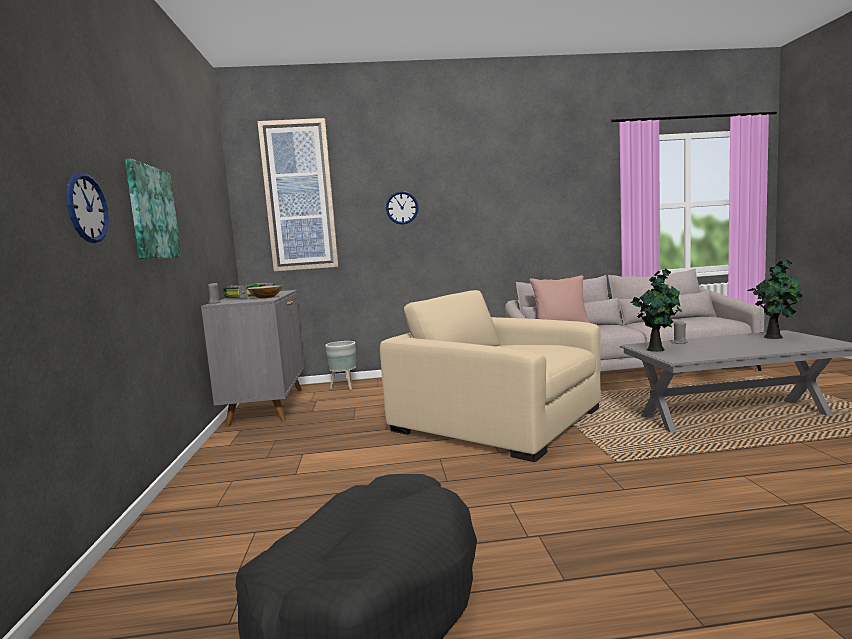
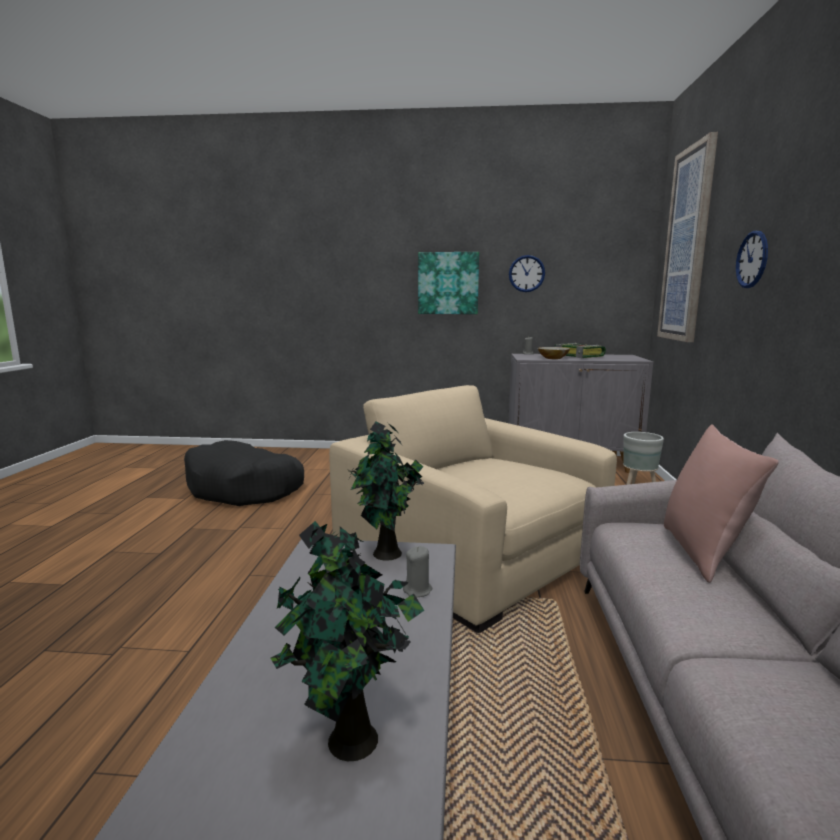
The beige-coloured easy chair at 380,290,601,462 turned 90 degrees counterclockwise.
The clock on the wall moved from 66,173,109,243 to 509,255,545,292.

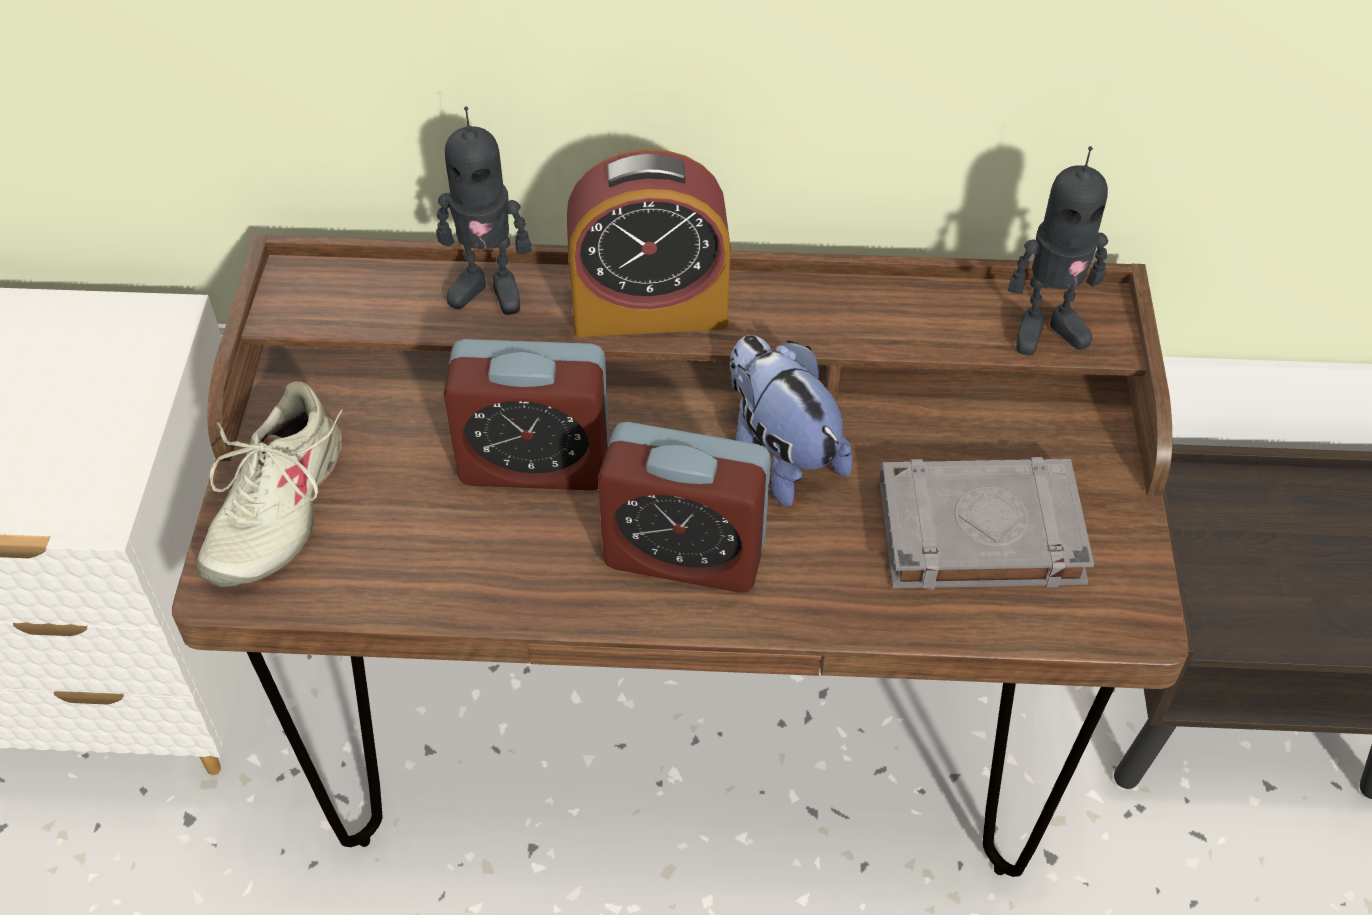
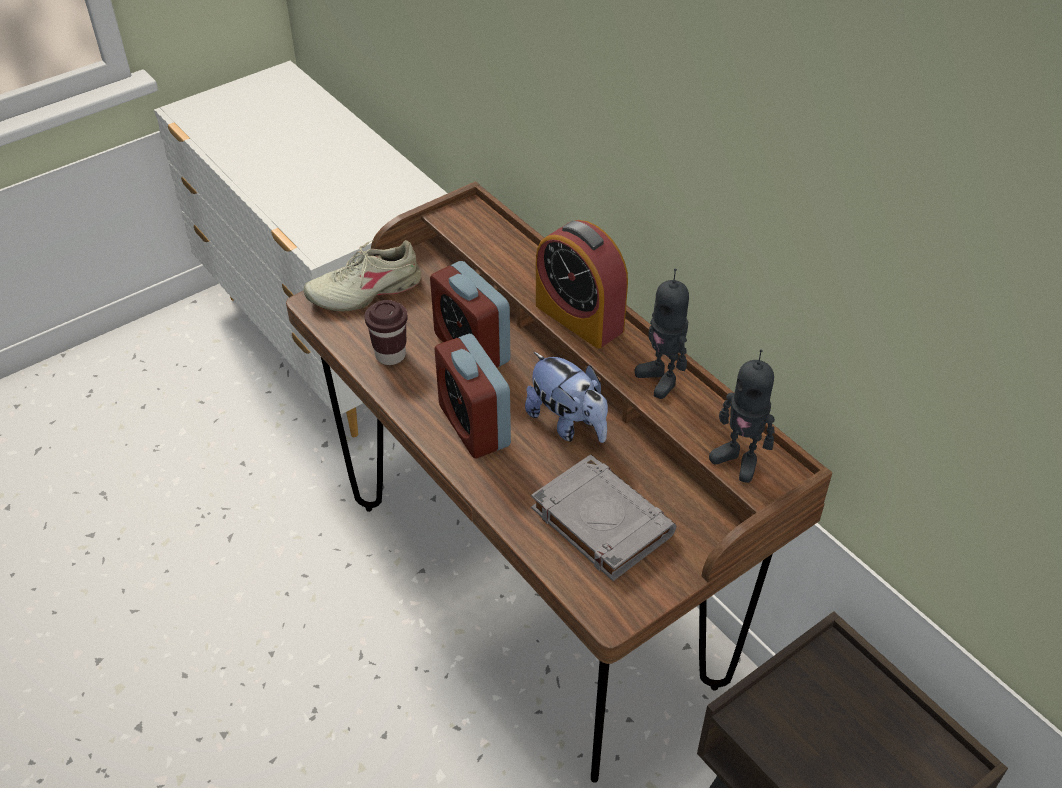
The brown-coloured cup at 365,300,408,365 appeared.
The soft toy at 730,335,853,507 turned 120 degrees clockwise.
The model robot moved from 436,107,532,315 to 634,268,689,399.

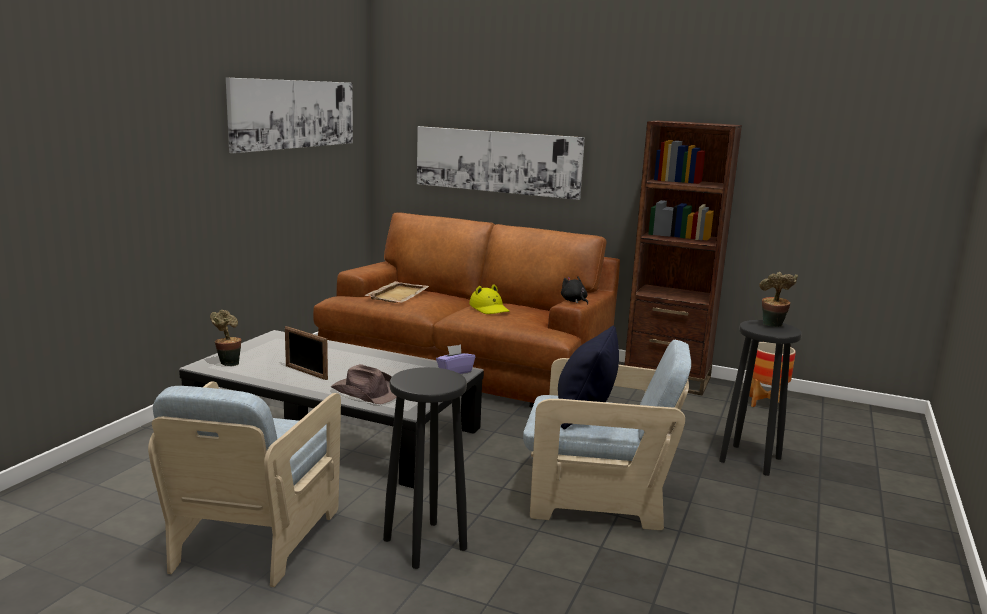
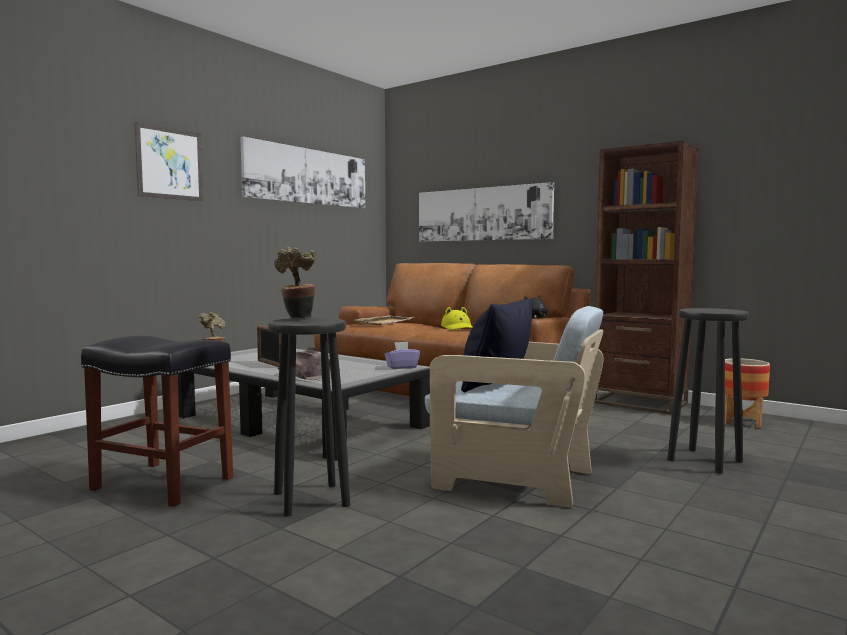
The beige-coloured easy chair at 148,381,341,587 was replaced by the black sitting stool at 81,336,233,507.
The wall art at 134,122,203,201 appeared.
The plant in a pot moved from 759,272,798,327 to 274,247,317,318.

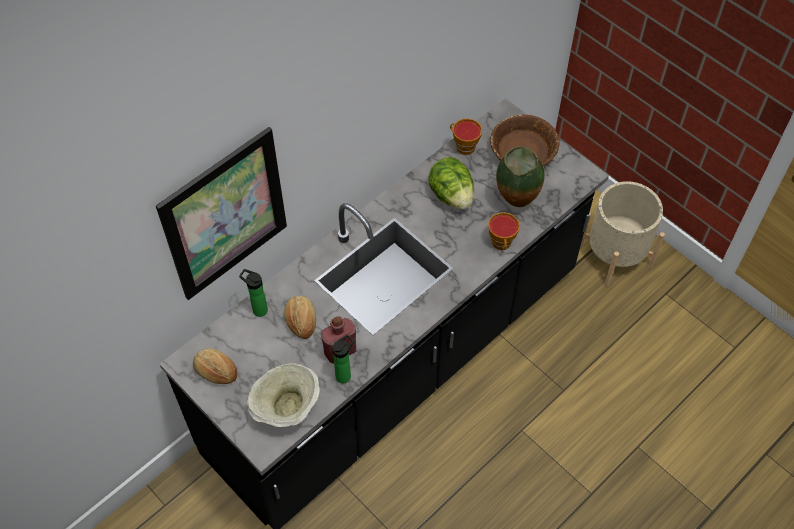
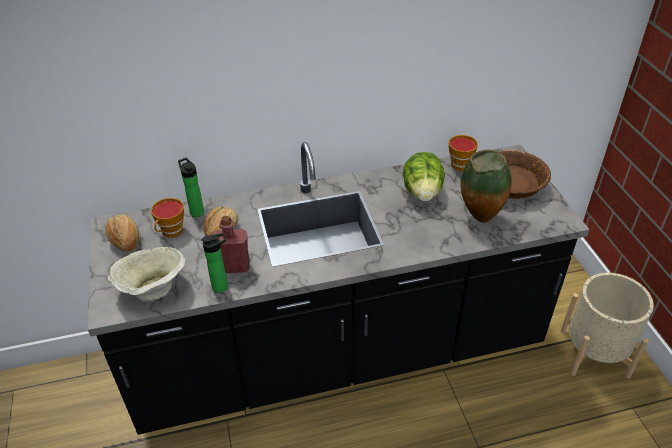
The cup moved from 488,212,520,250 to 151,198,184,238.
The wall art at 156,127,287,300 disappeared.

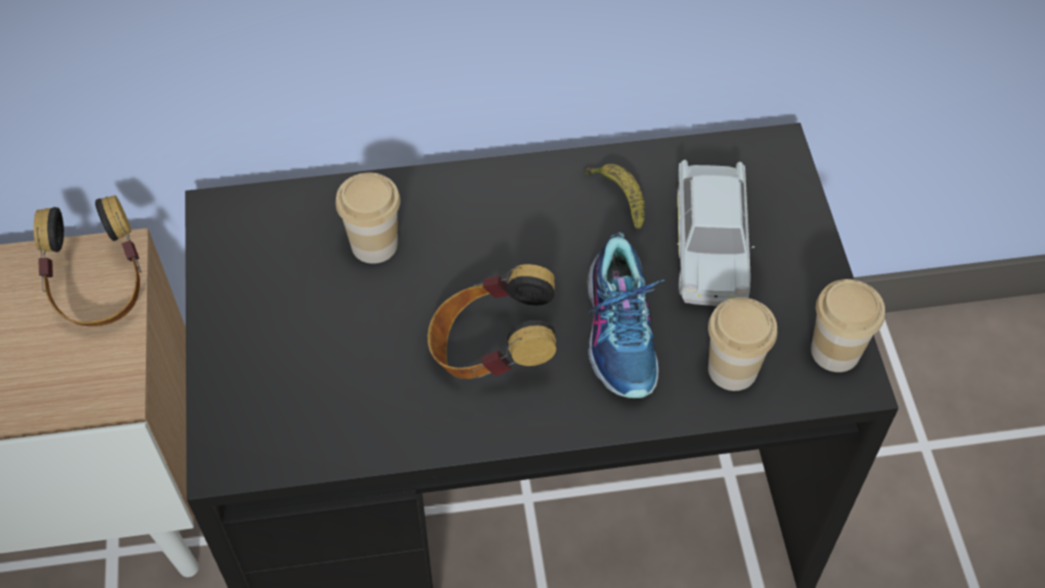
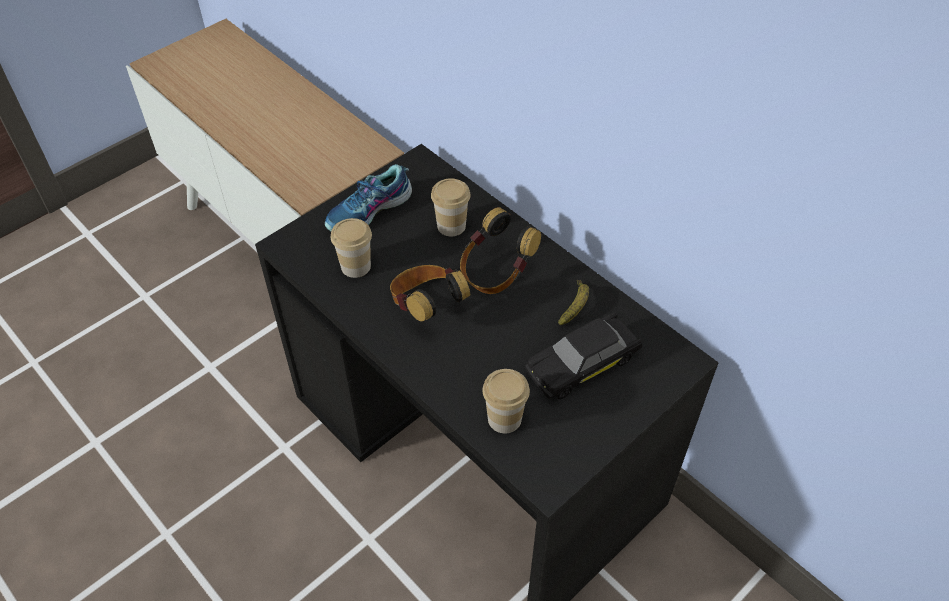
The shoe moved from 587,232,665,398 to 325,164,412,231.
The cup moved from 811,279,885,372 to 331,218,372,278.
The headset moved from 34,195,142,326 to 460,207,541,294.
The white-coloured toy car at 677,160,755,306 became the black toy car at 525,312,642,399.

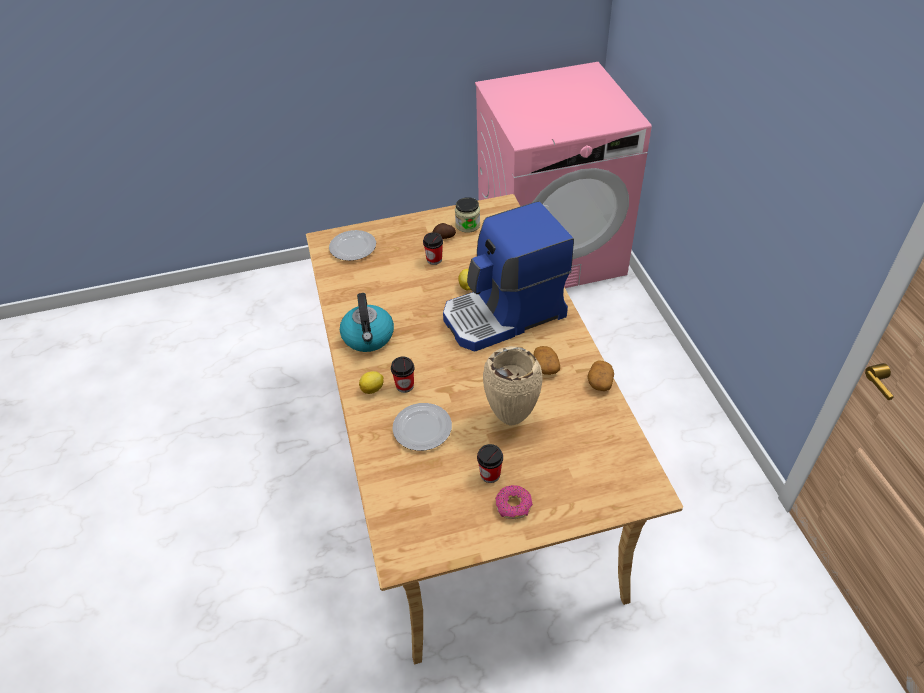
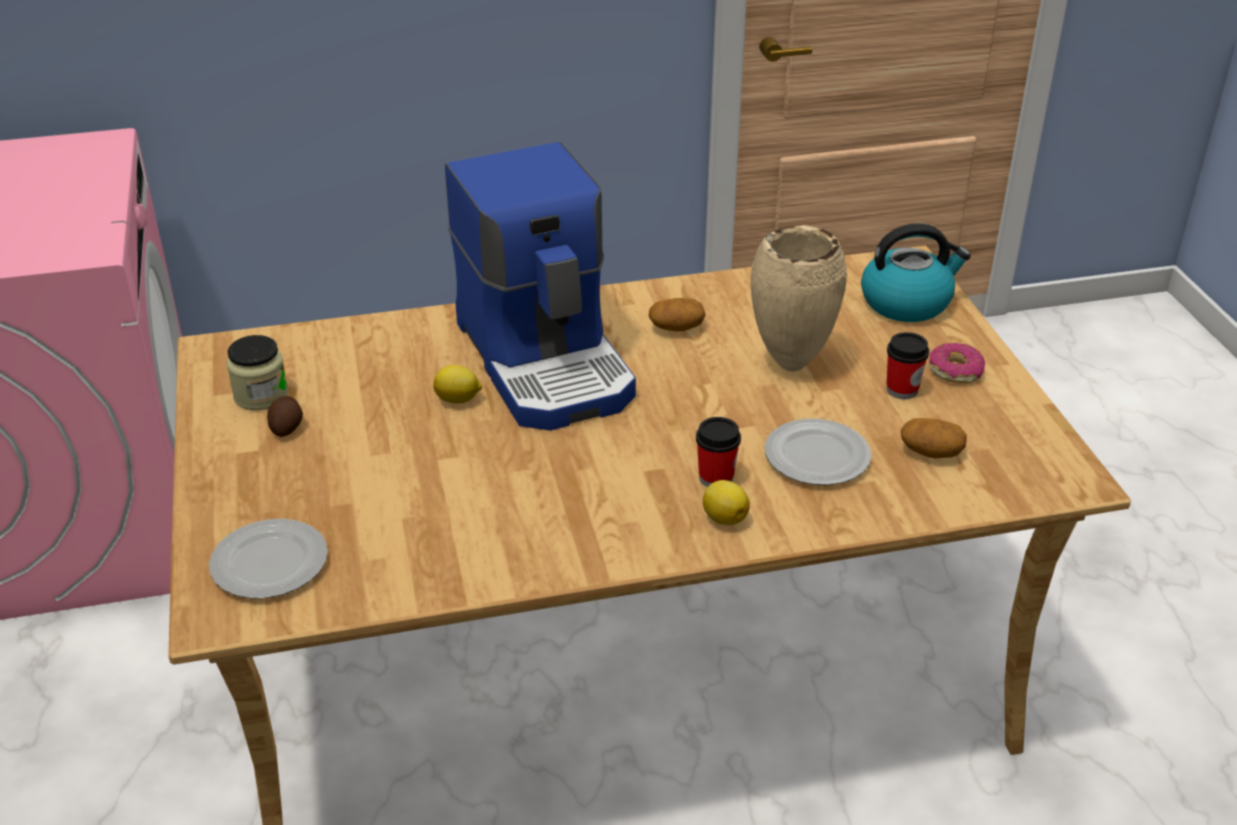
The tea kettle moved from 340,293,394,352 to 861,224,971,322.
The potato moved from 588,360,614,391 to 901,418,967,458.
The cup at 423,232,443,265 disappeared.

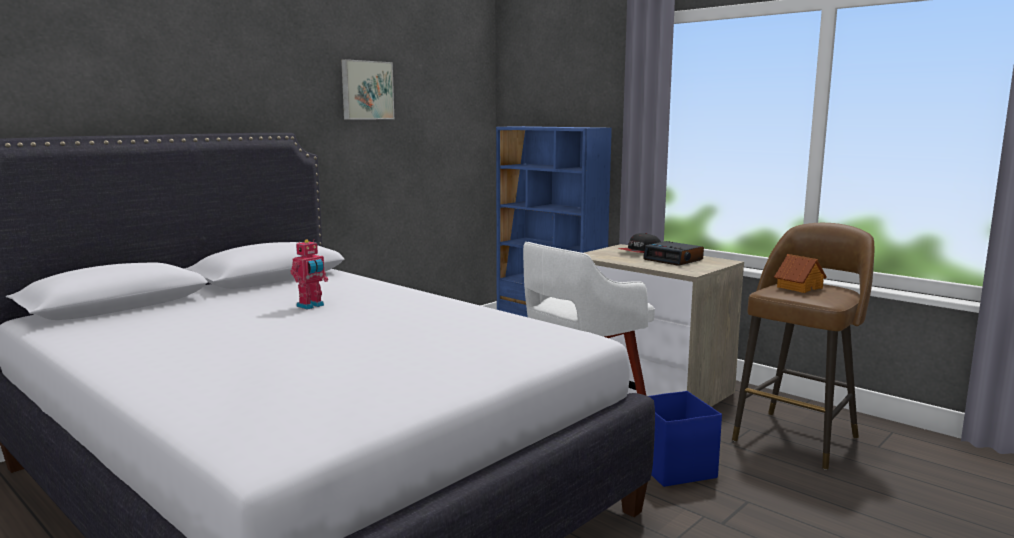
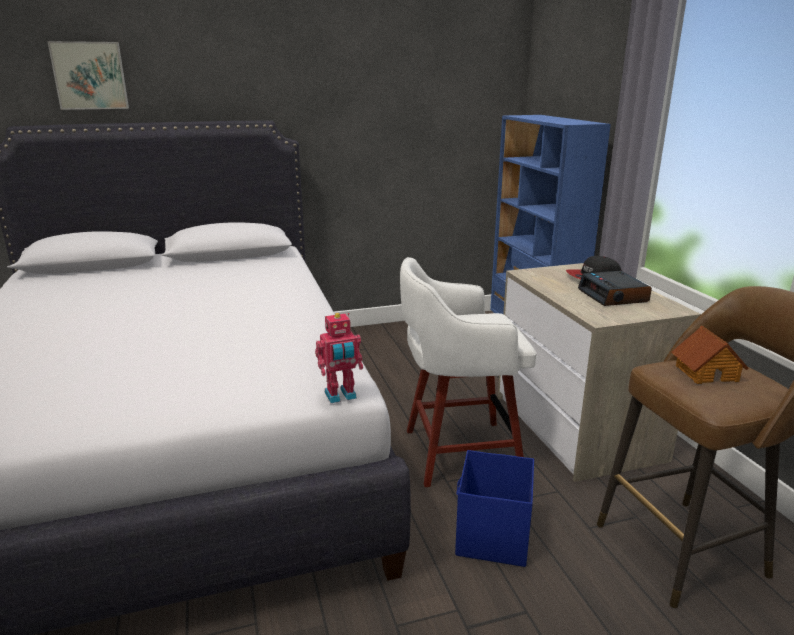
The wall art moved from 341,59,394,120 to 47,41,129,110.
The model robot moved from 291,239,328,310 to 315,313,363,403.

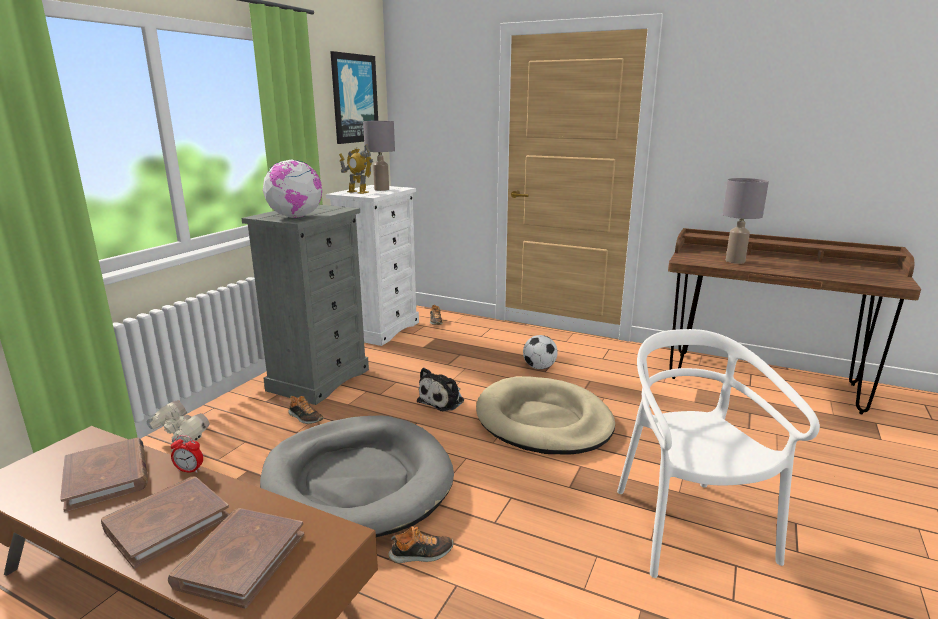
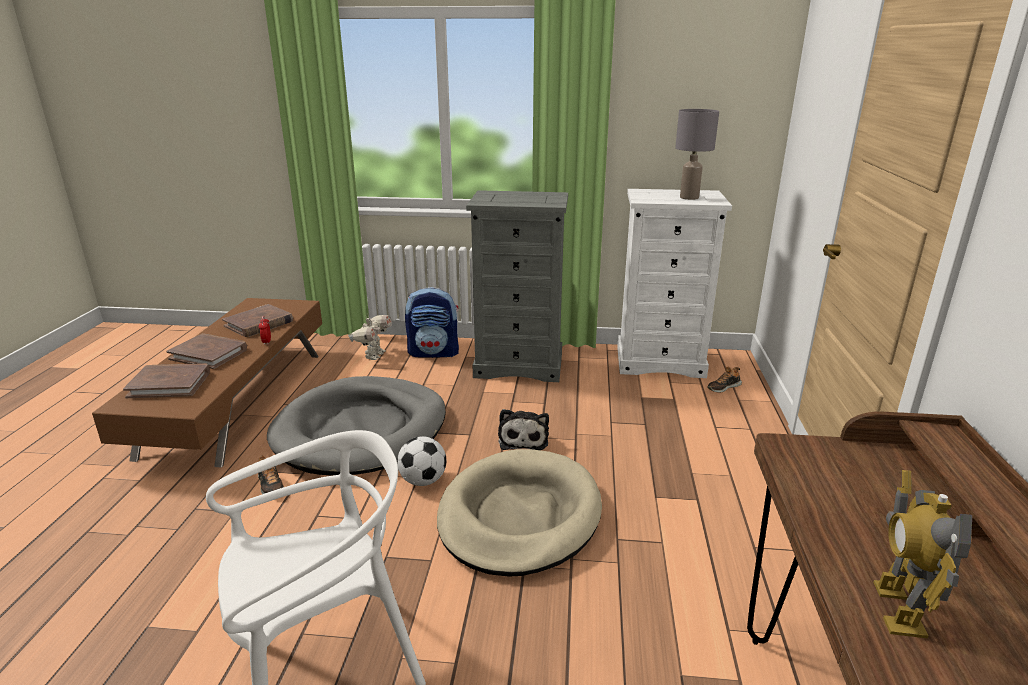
The ball for football moved from 523,335,558,369 to 397,436,446,486.
The rucksack at 405,287,459,358 appeared.
The soft toy at 417,368,464,411 turned 105 degrees counterclockwise.
The model robot moved from 339,144,373,194 to 873,470,972,639.
The desk globe at 263,159,322,218 disappeared.
The shoe at 288,396,324,424 disappeared.
The wall art at 330,51,378,144 disappeared.
The greyish tabletop lamp at 723,178,769,264 disappeared.

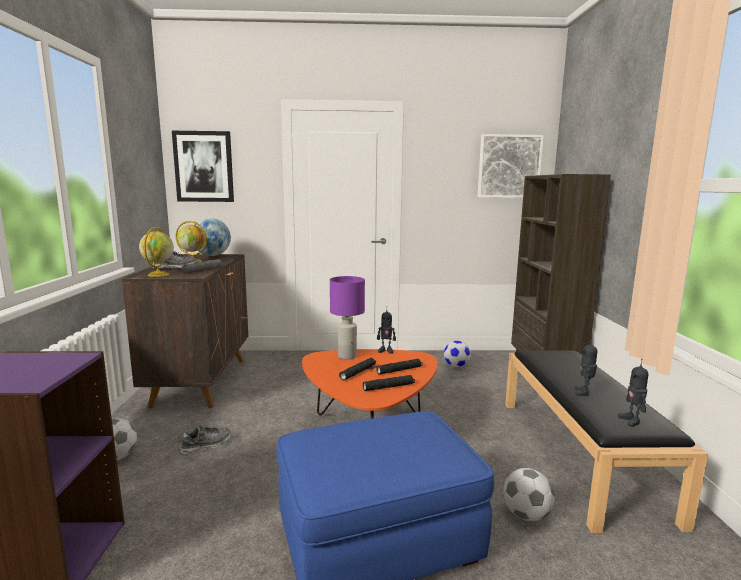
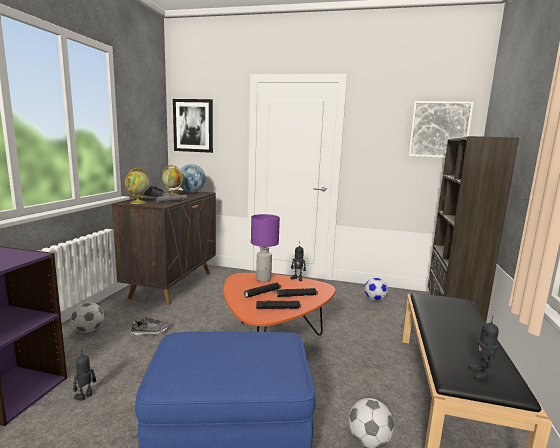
The model robot moved from 575,338,597,396 to 73,350,96,401.

